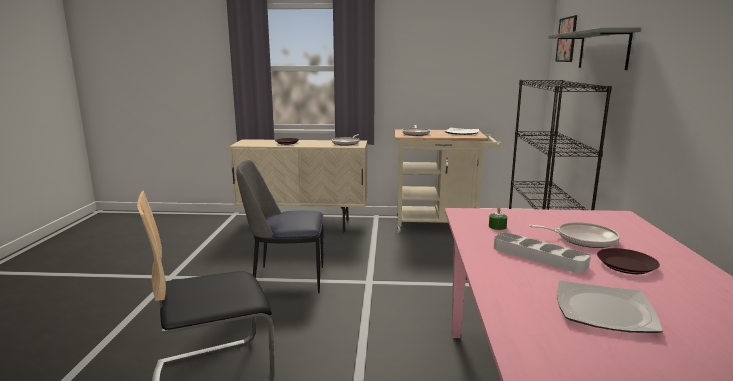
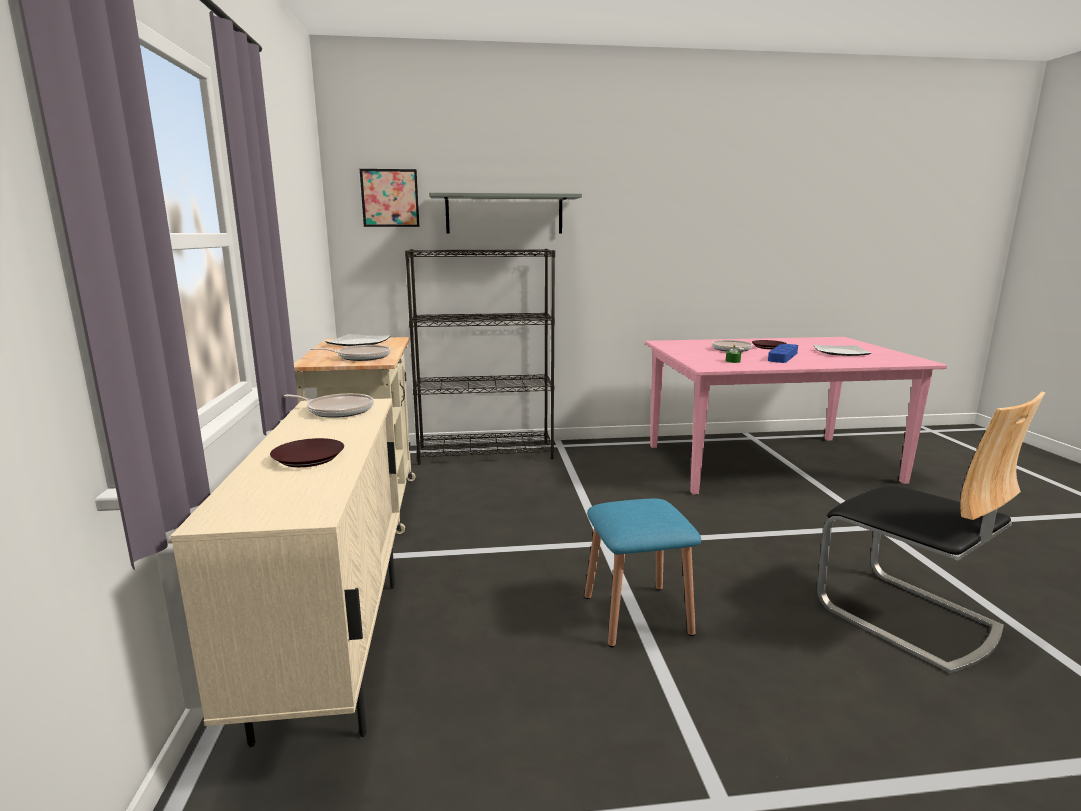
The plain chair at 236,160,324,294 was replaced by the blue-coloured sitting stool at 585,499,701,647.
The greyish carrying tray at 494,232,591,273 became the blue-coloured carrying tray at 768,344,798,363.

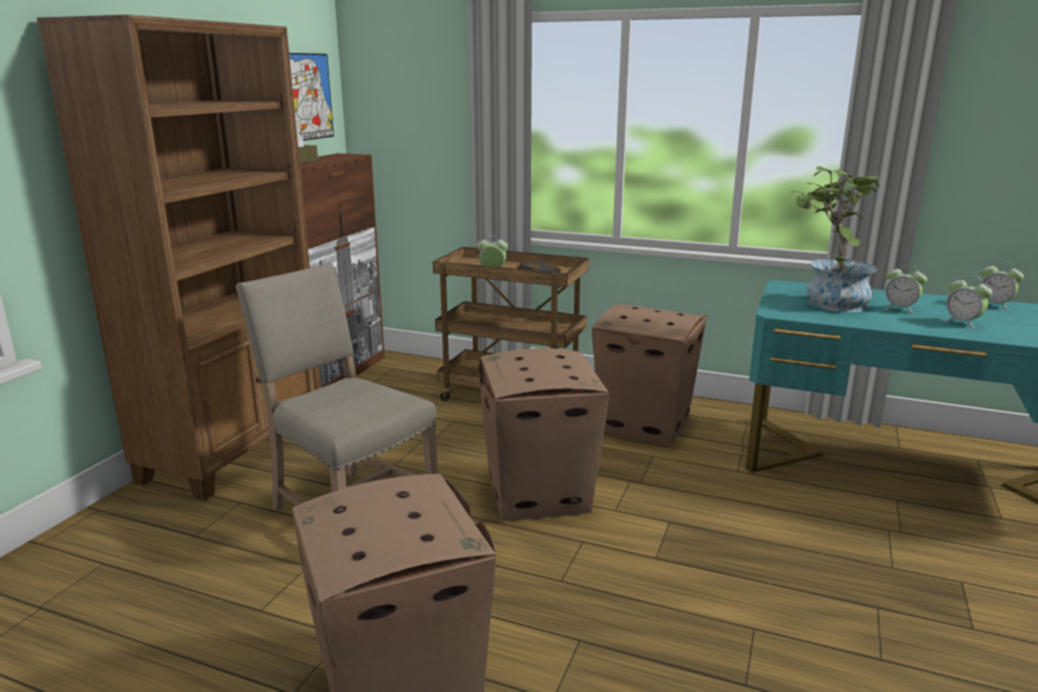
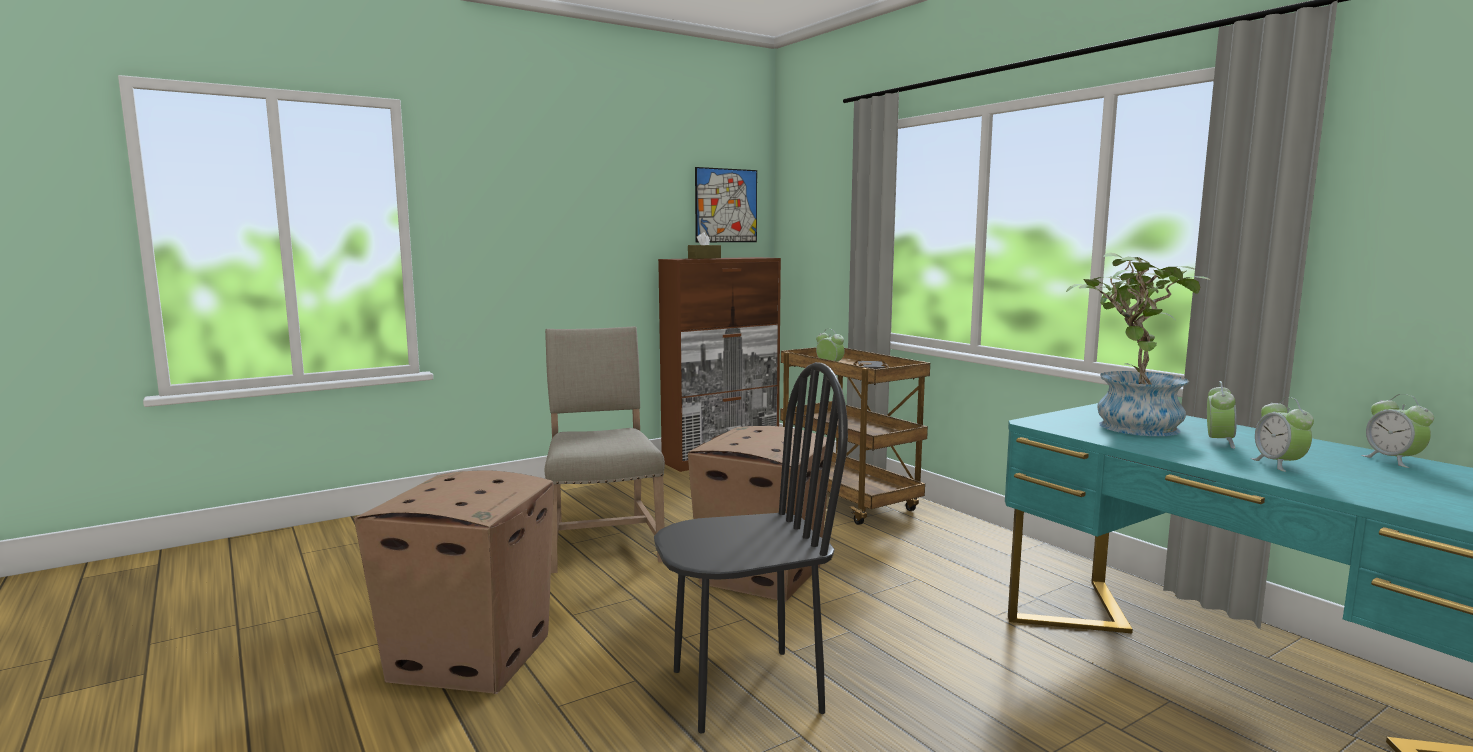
The black plain chair at 654,362,848,733 appeared.
The table clock at 882,264,927,314 turned 135 degrees counterclockwise.
The brown-coloured shelving unit at 37,15,321,501 disappeared.
The cardboard box at 592,304,707,447 disappeared.

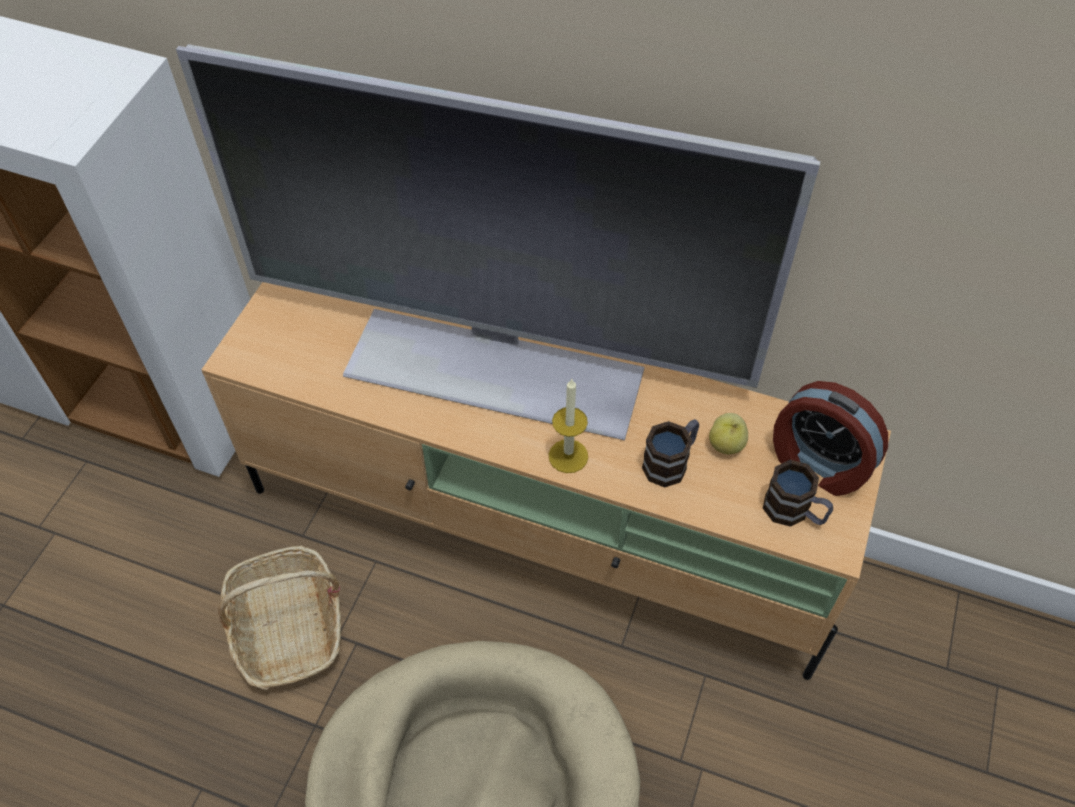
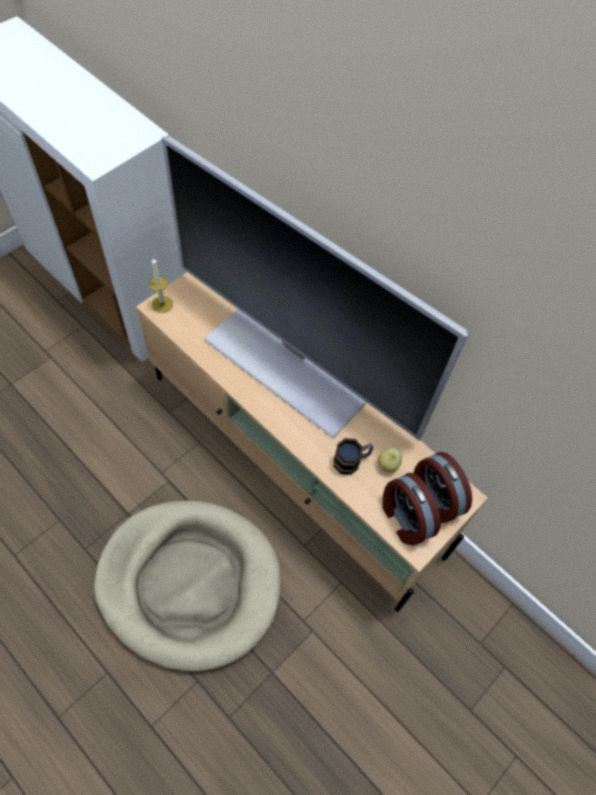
The wax light moved from 549,378,588,473 to 149,258,173,313.
The coffee mug at 763,460,833,527 was replaced by the table clock at 383,473,441,545.
The household basket at 218,546,341,690 disappeared.

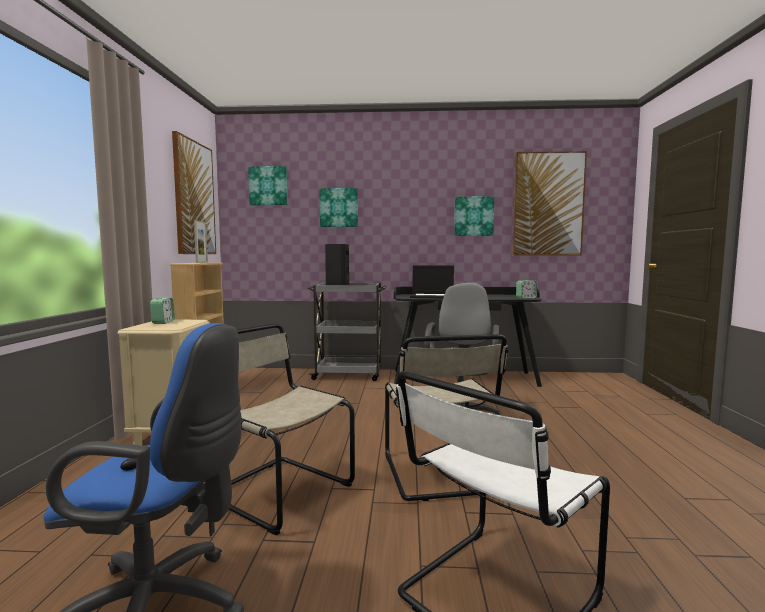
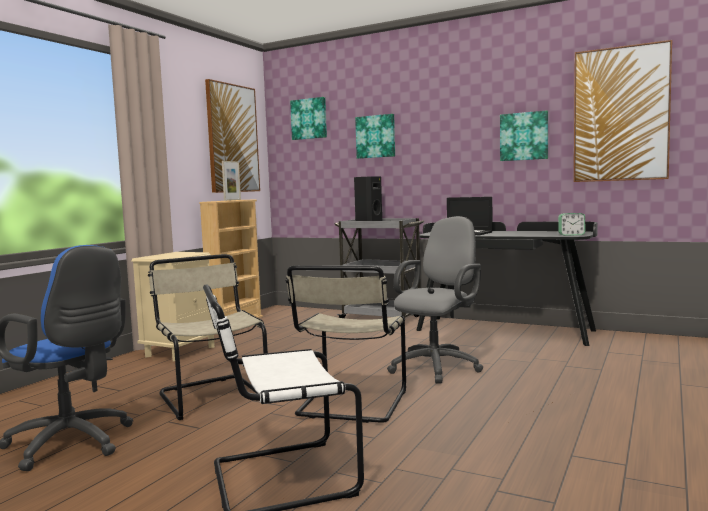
The table clock at 150,298,175,324 disappeared.

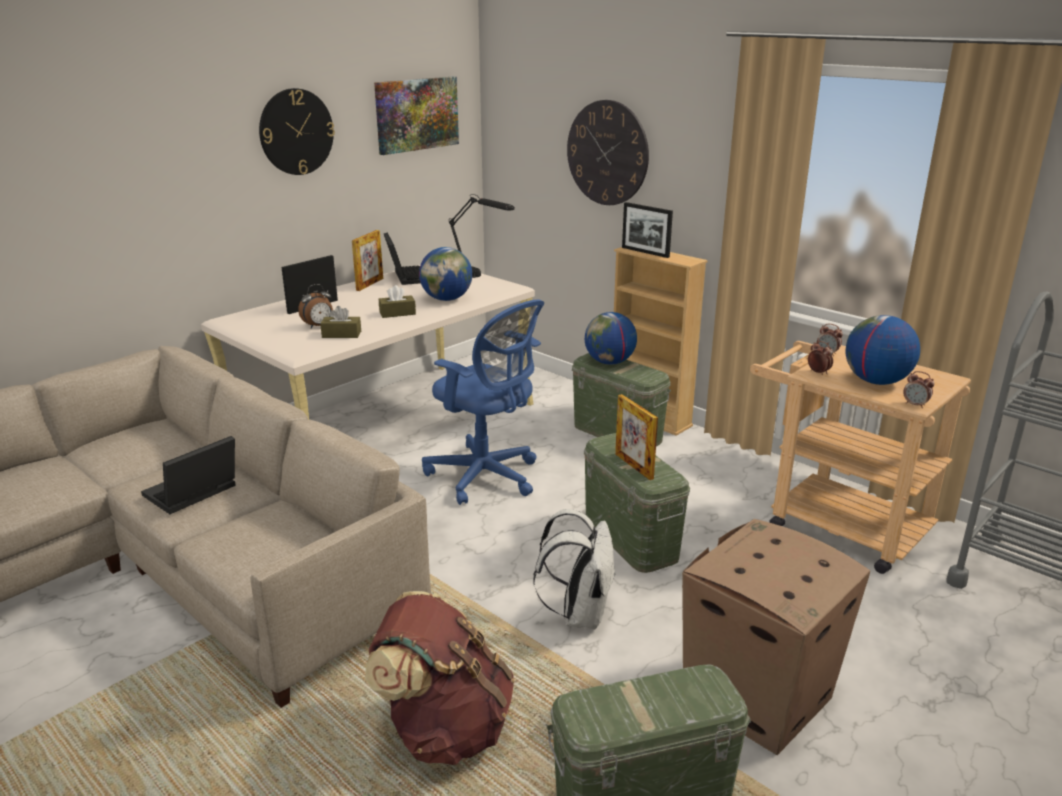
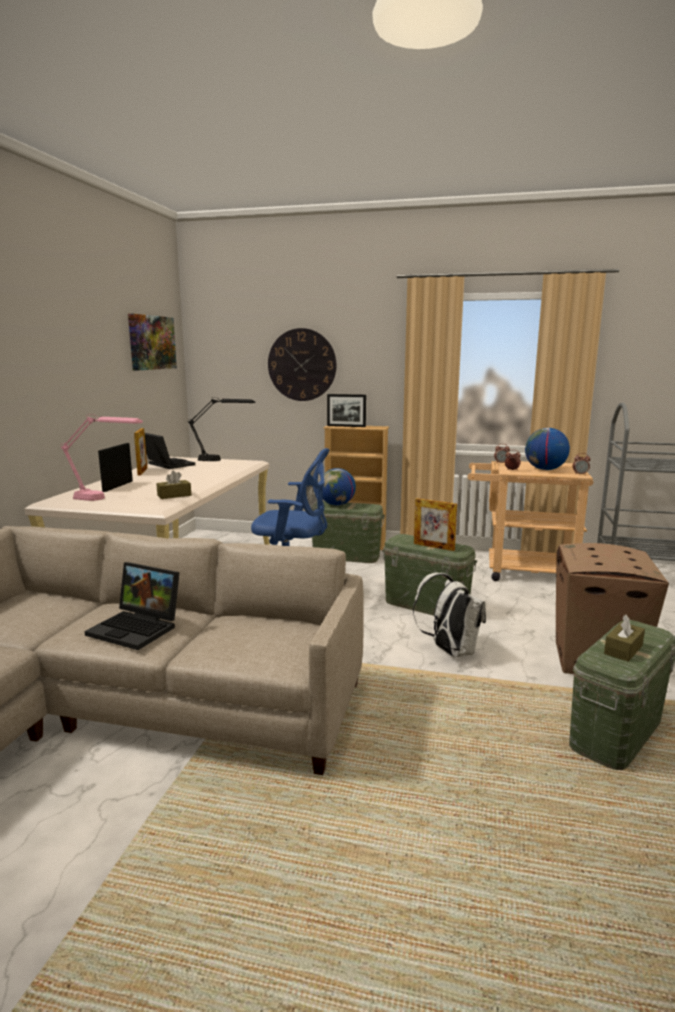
The pink tabletop lamp at 61,414,143,501 appeared.
The portable computer at 141,436,236,514 turned 75 degrees counterclockwise.
The brown-coloured tissue box moved from 379,285,416,318 to 604,614,645,662.
The clock on the wall at 259,88,335,175 disappeared.
The table clock at 298,284,333,328 disappeared.
The brown-coloured rucksack at 365,591,514,765 disappeared.
The desk globe at 419,247,472,301 disappeared.

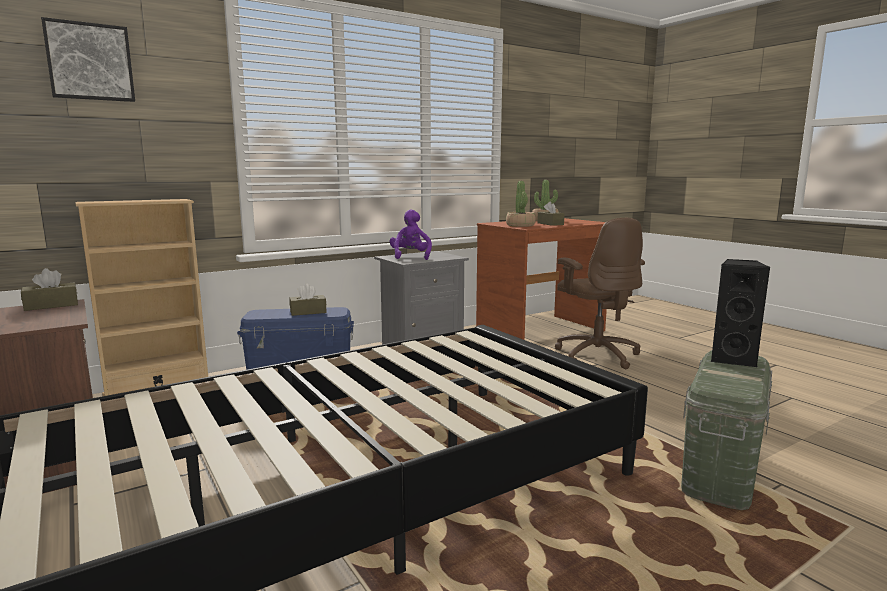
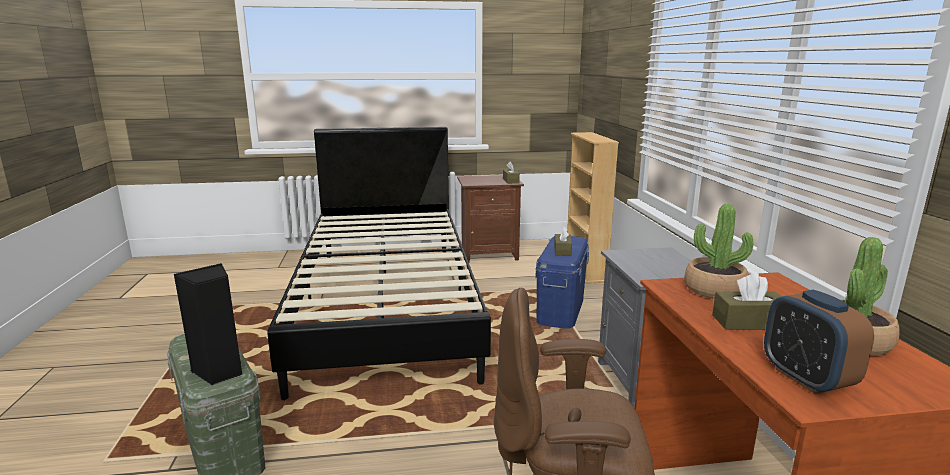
The table clock at 764,290,874,394 appeared.
The wall art at 41,17,135,102 disappeared.
The purplish soft toy at 389,209,432,260 disappeared.

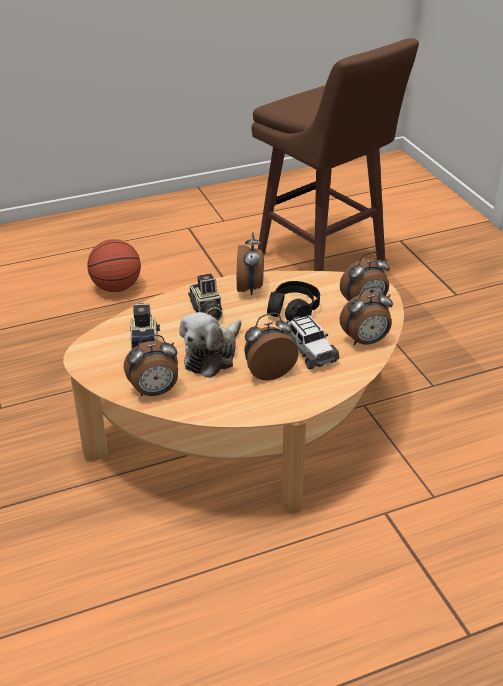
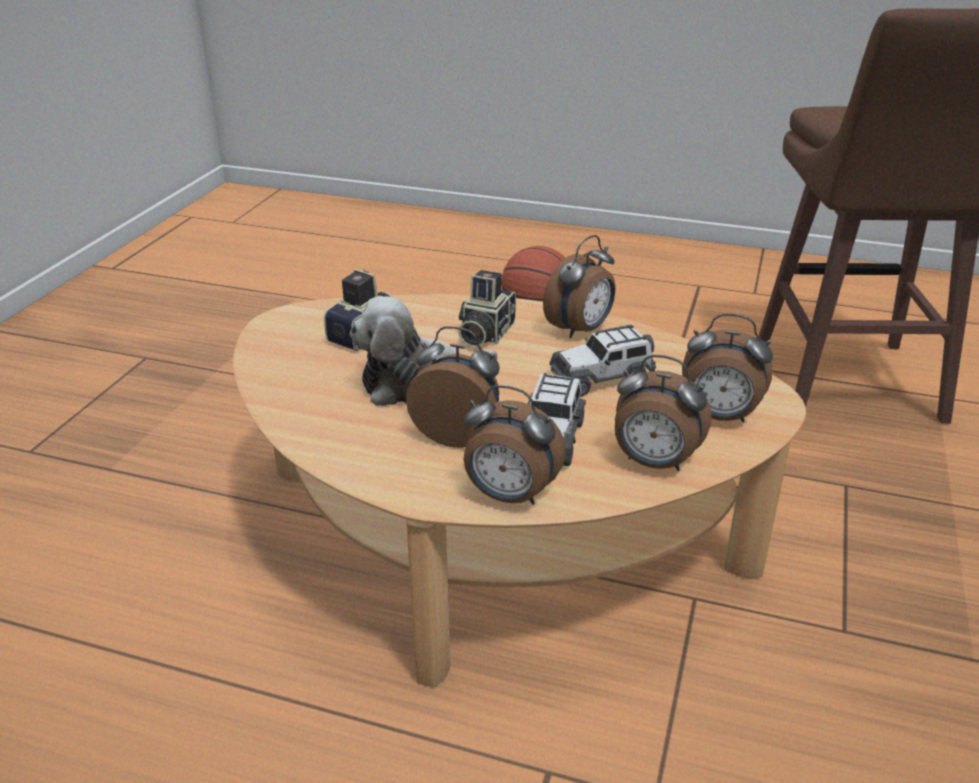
The table clock moved from 124,335,178,396 to 464,385,566,505.
The black headset at 267,281,320,321 was replaced by the toy car at 549,325,656,396.

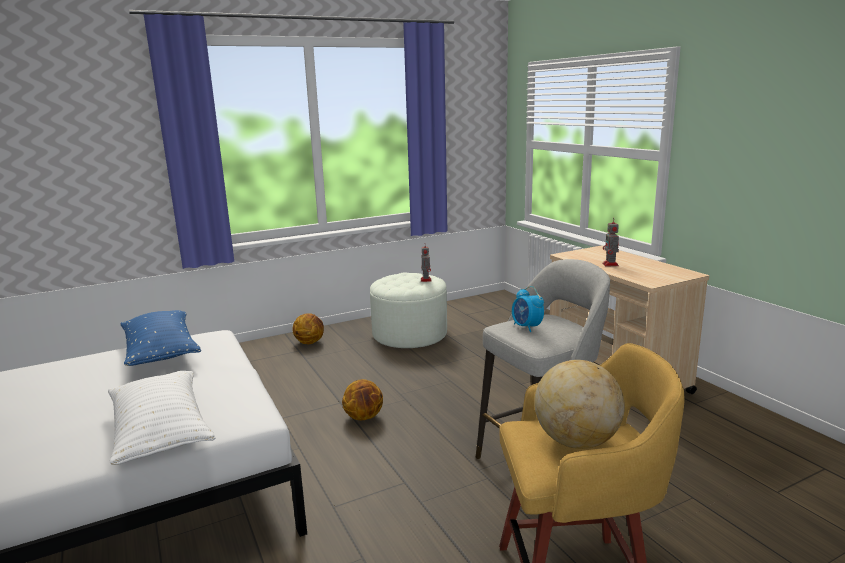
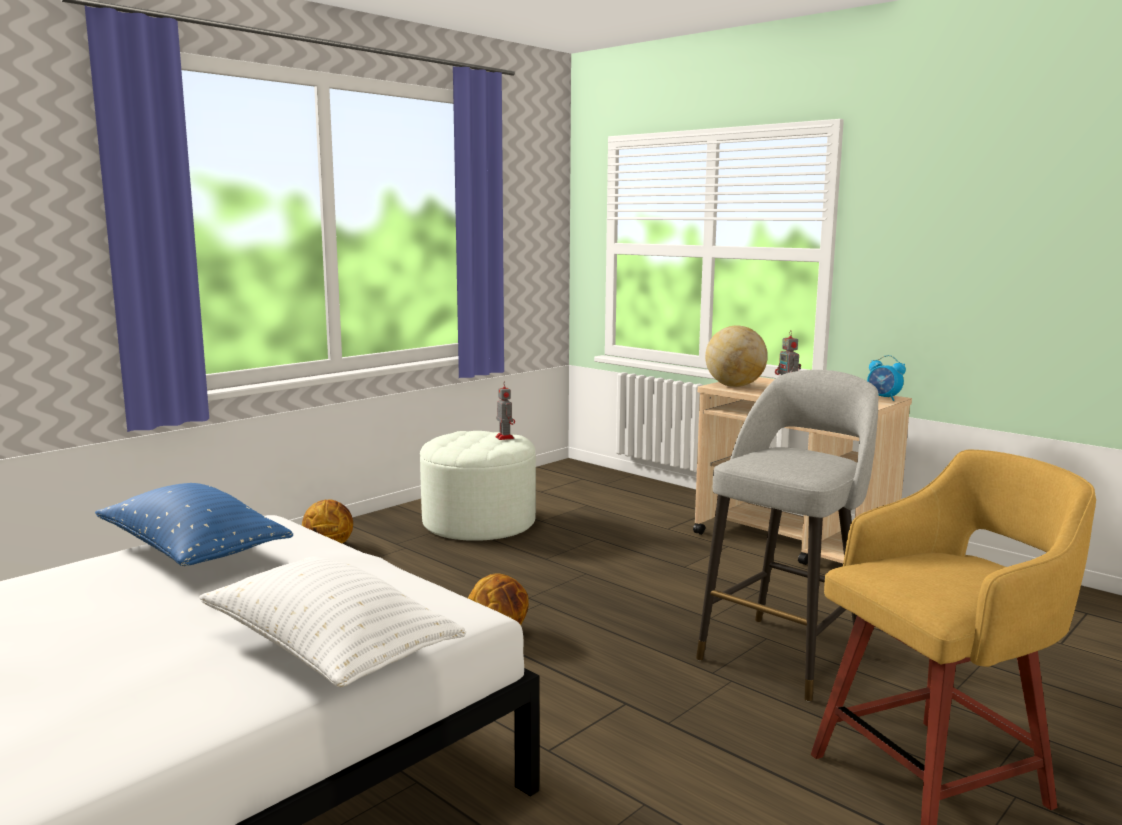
The desk globe moved from 534,360,625,449 to 705,325,768,387.
The table clock moved from 512,286,544,332 to 867,355,906,401.

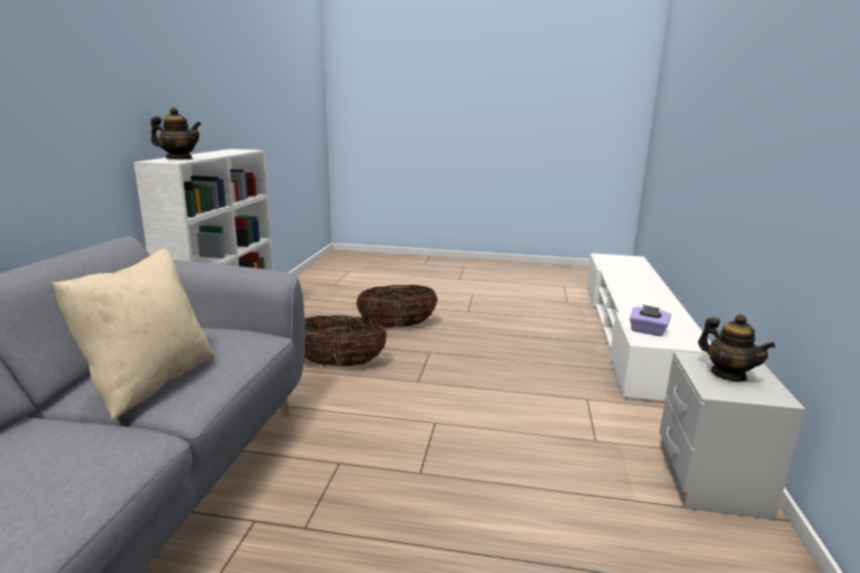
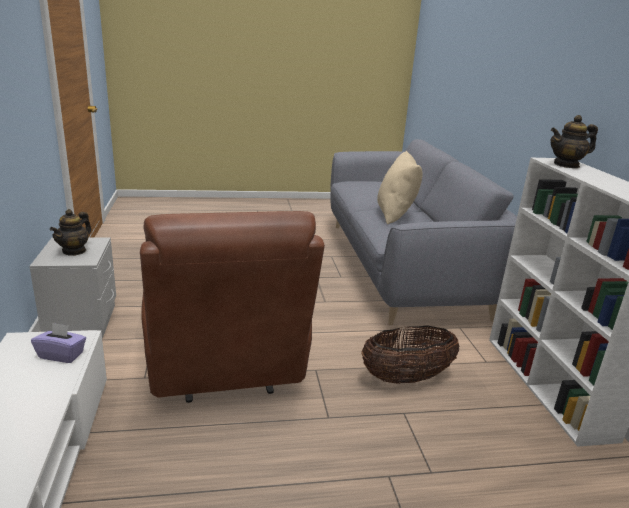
The pot for tea at 698,314,775,382 turned 105 degrees counterclockwise.
The brown-coloured easy chair at 140,211,325,403 appeared.
The household basket at 356,285,438,328 disappeared.

